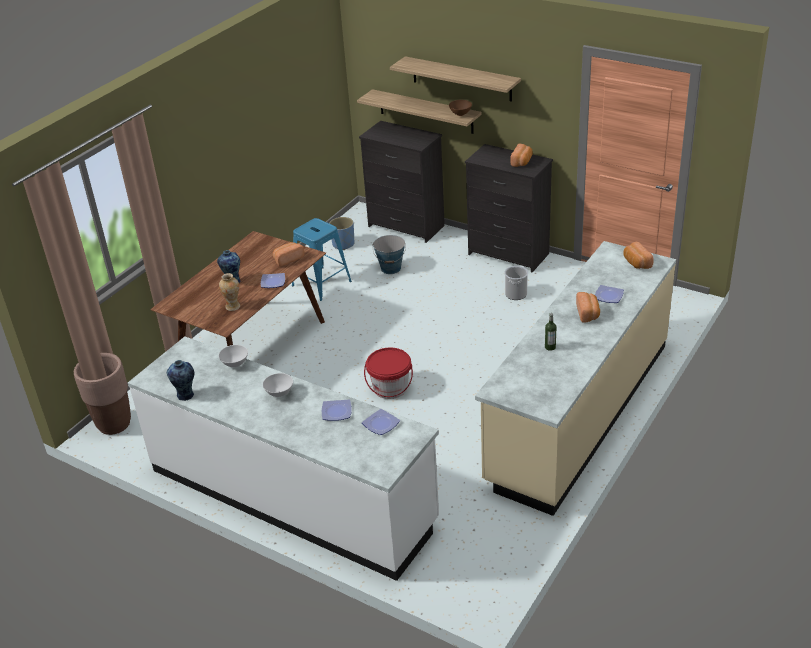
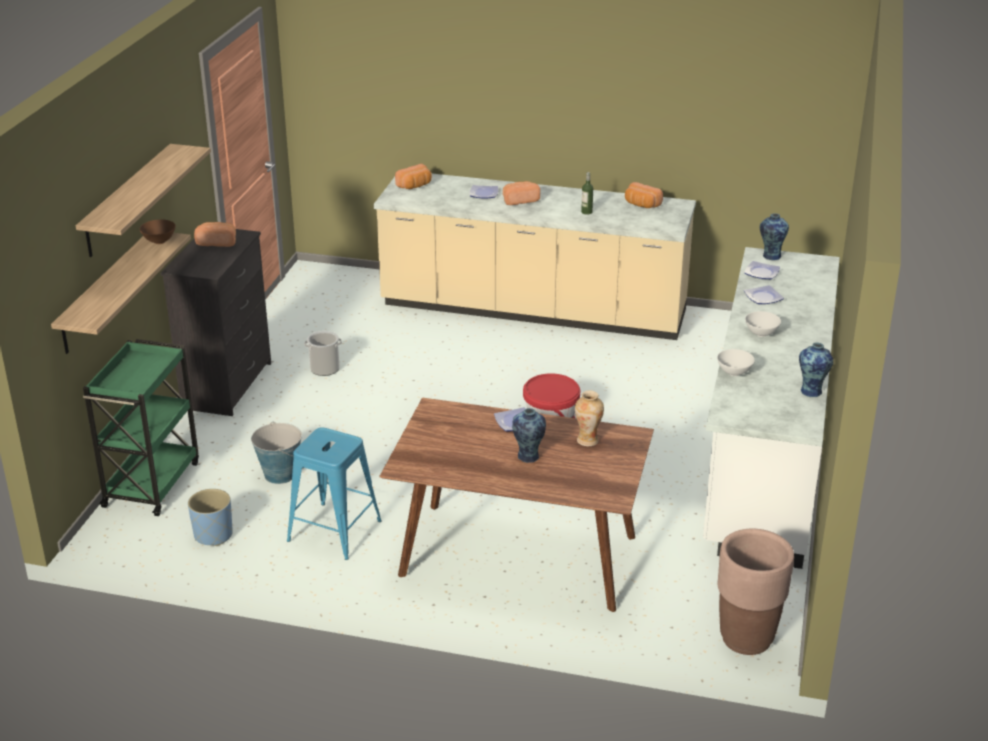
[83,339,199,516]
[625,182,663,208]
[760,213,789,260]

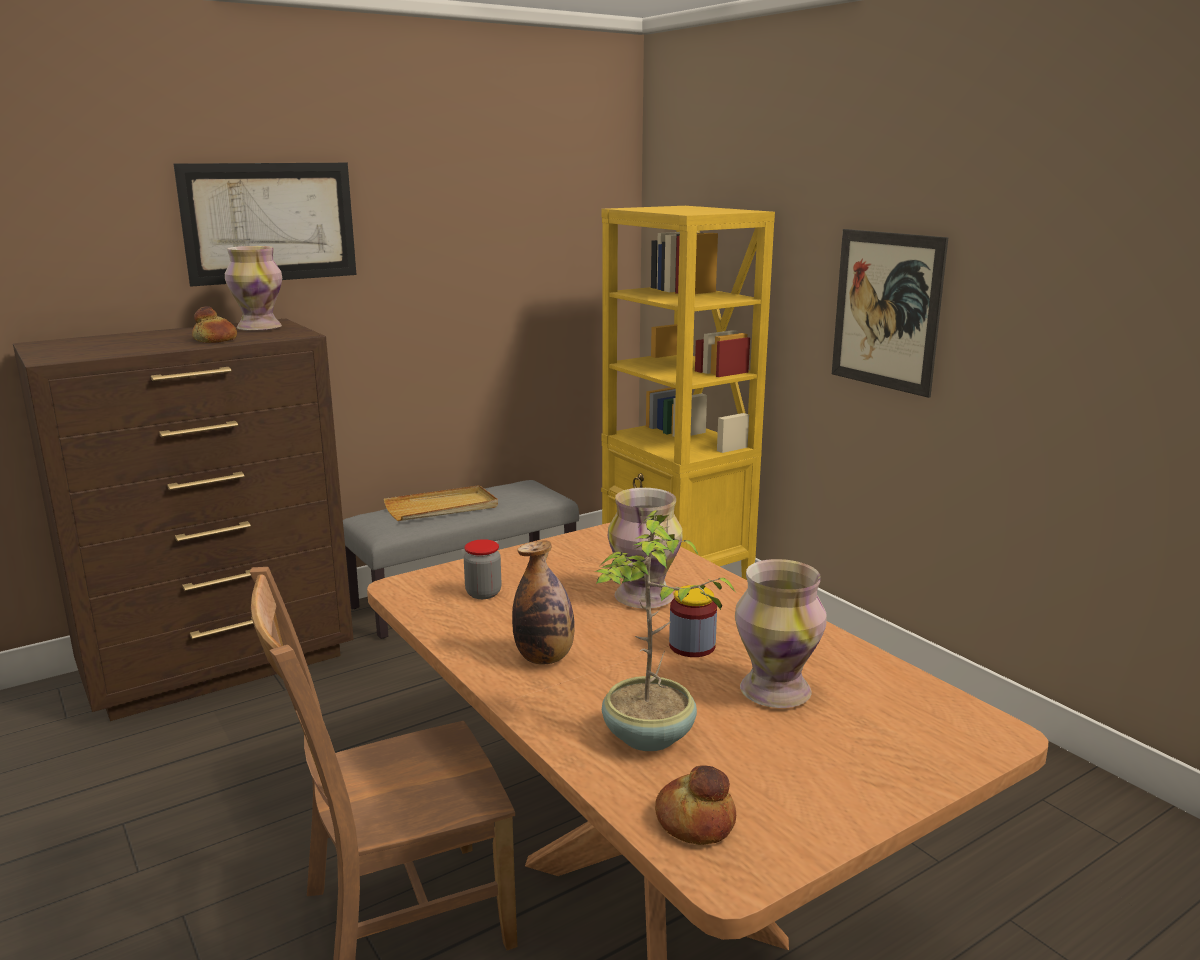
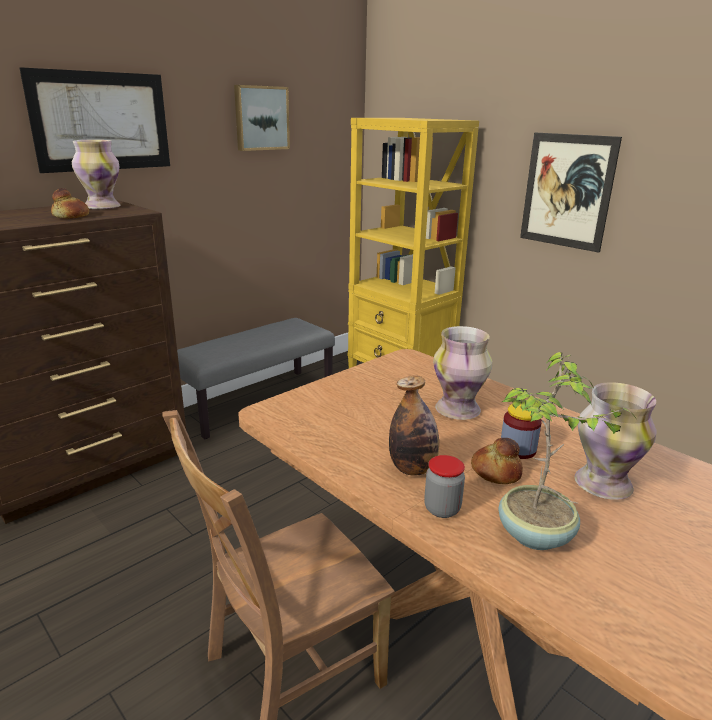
[234,85,290,151]
[424,455,465,518]
[471,438,523,484]
[384,485,498,521] (first image)

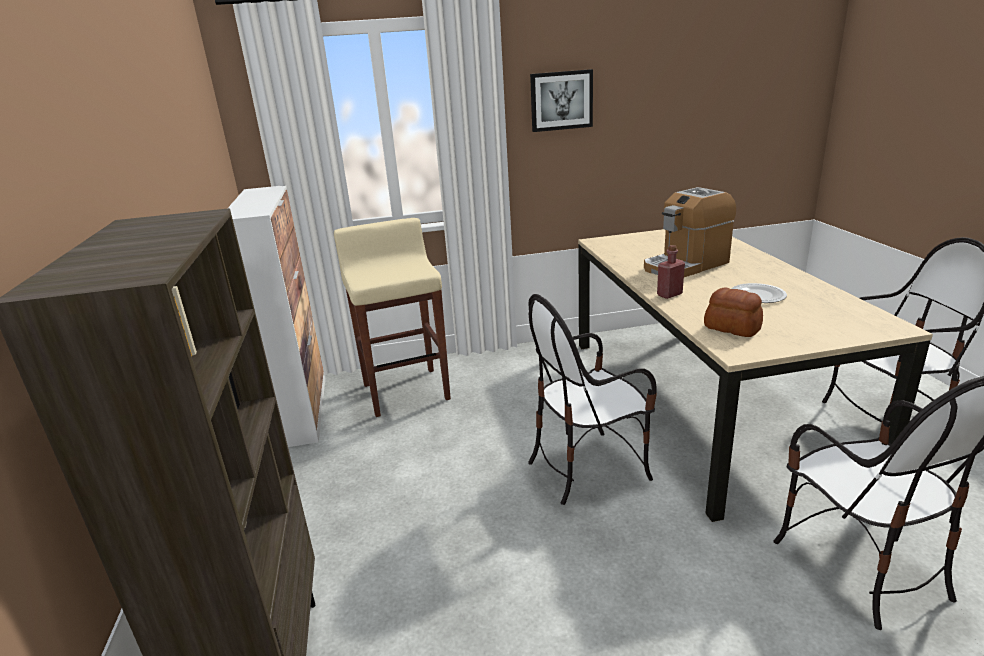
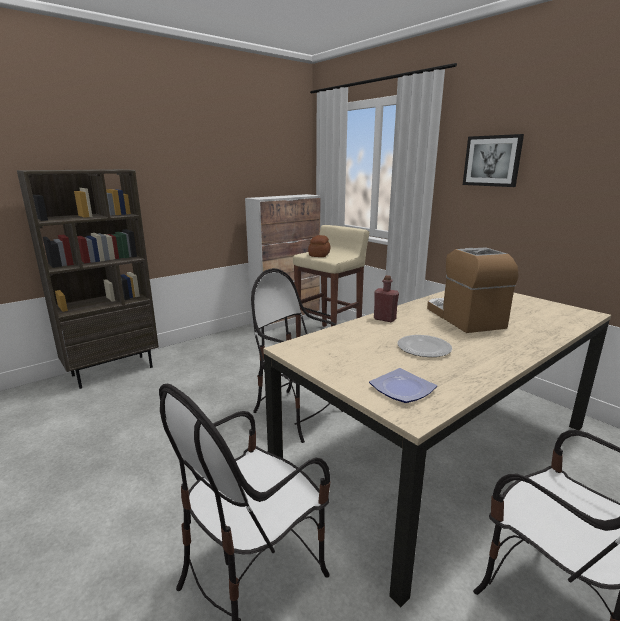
[308,235,330,257]
[369,368,437,403]
[427,247,518,333]

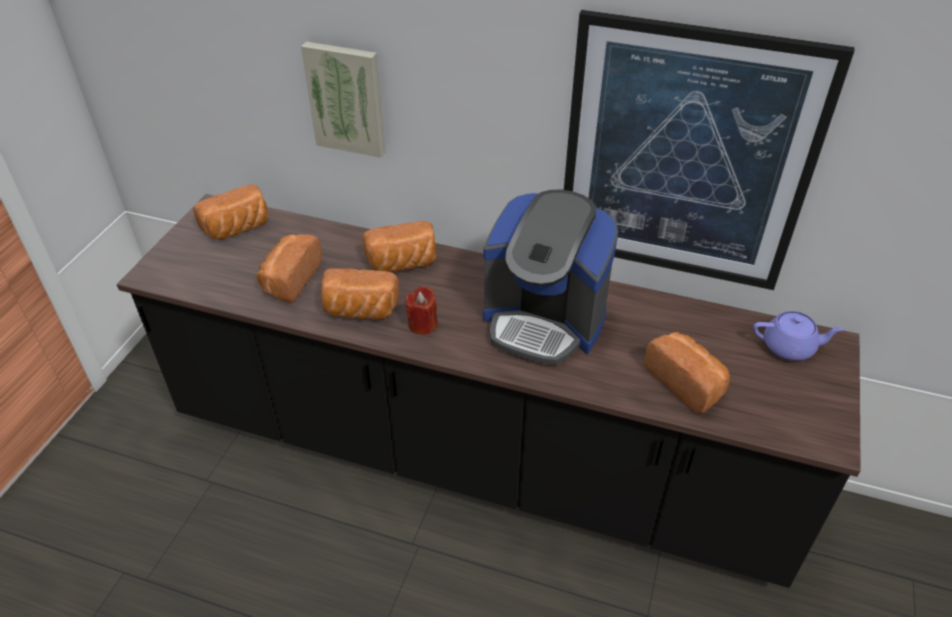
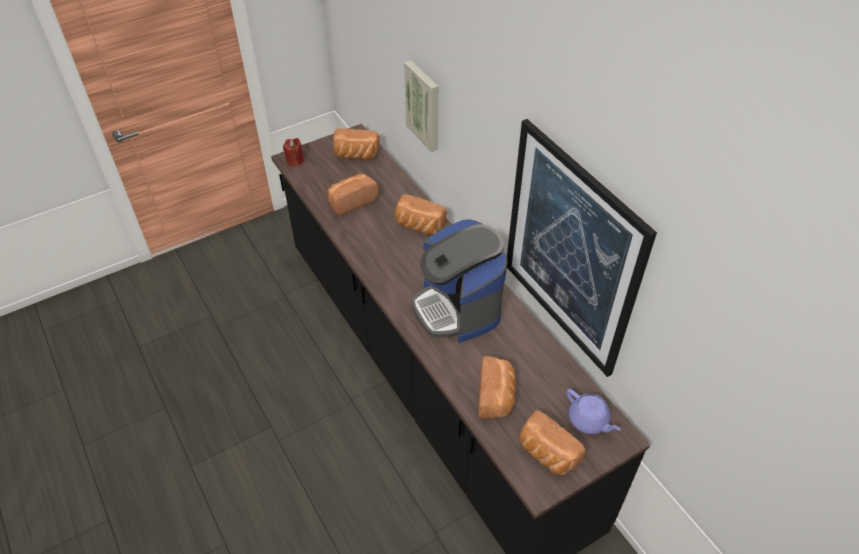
[283,138,304,167]
[519,410,586,475]

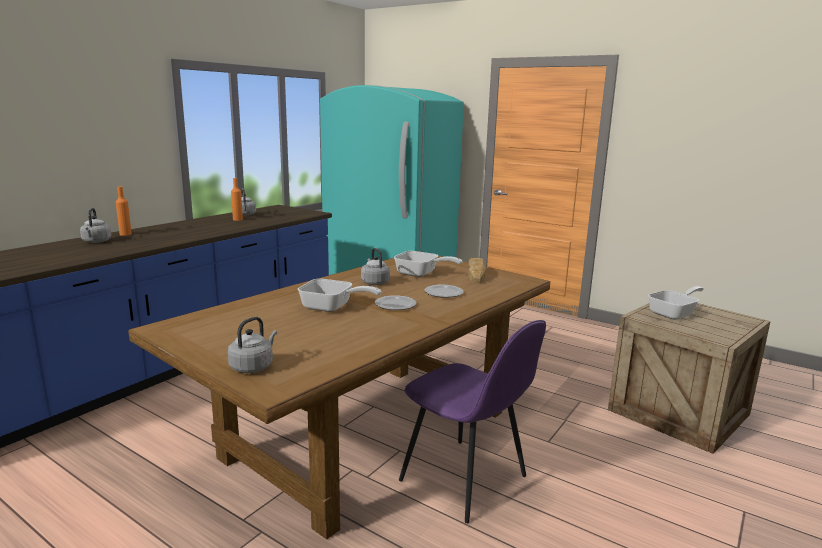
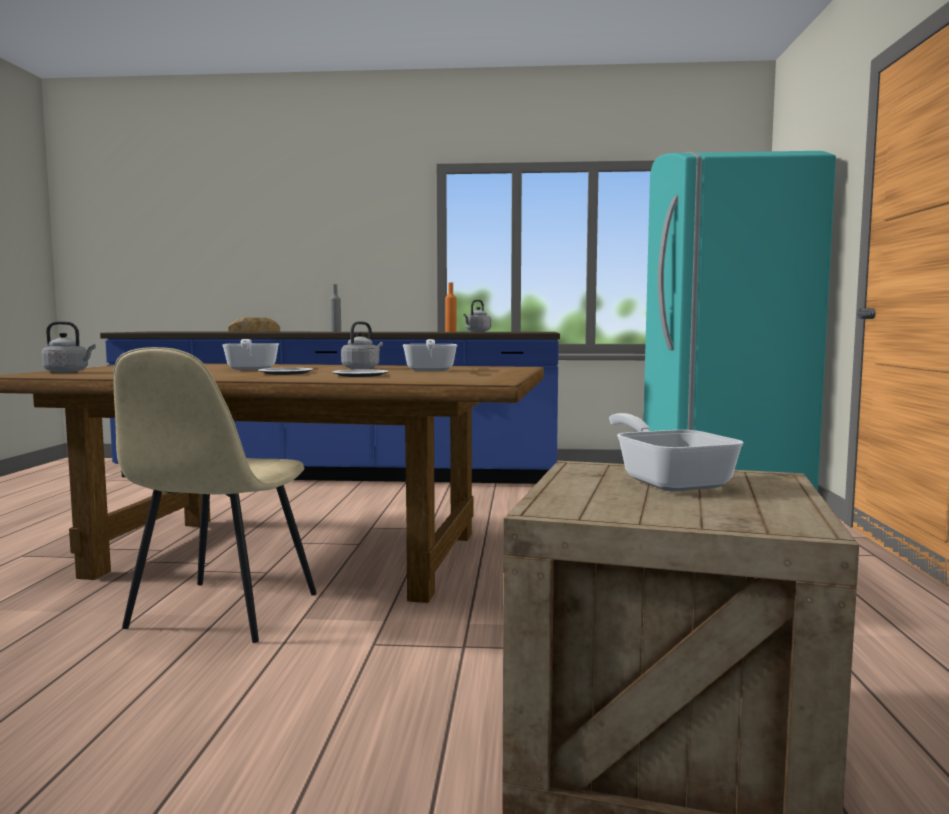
[113,347,317,643]
[228,317,280,332]
[330,284,341,332]
[609,413,744,492]
[80,208,112,243] (first image)

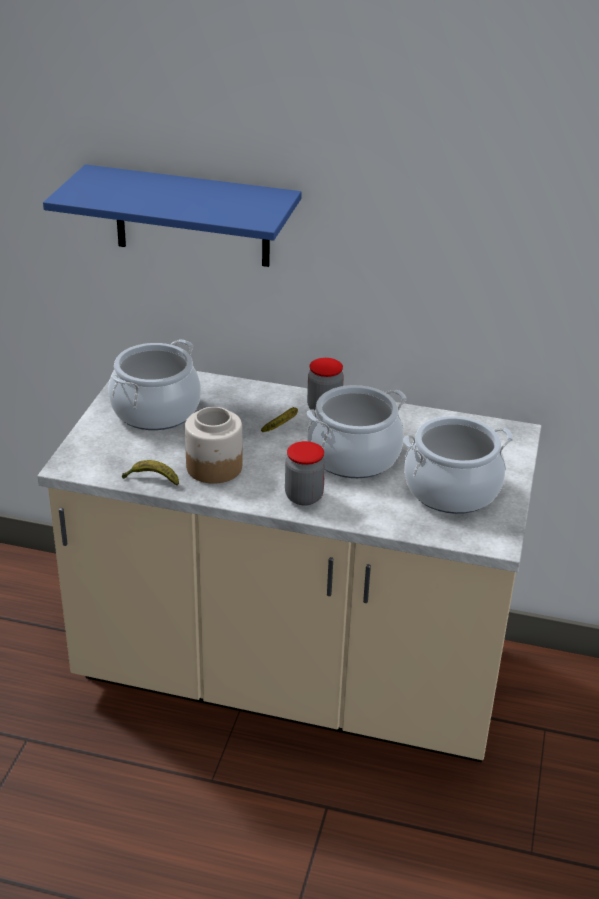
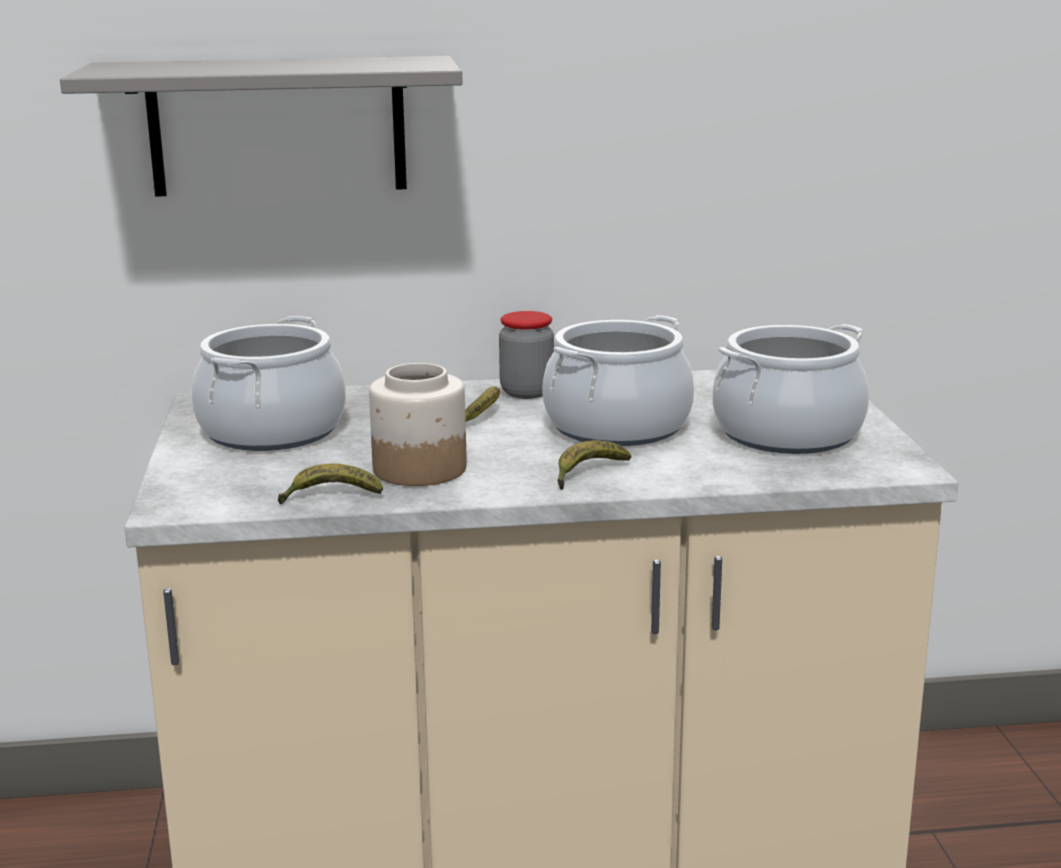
[60,56,462,197]
[557,441,631,490]

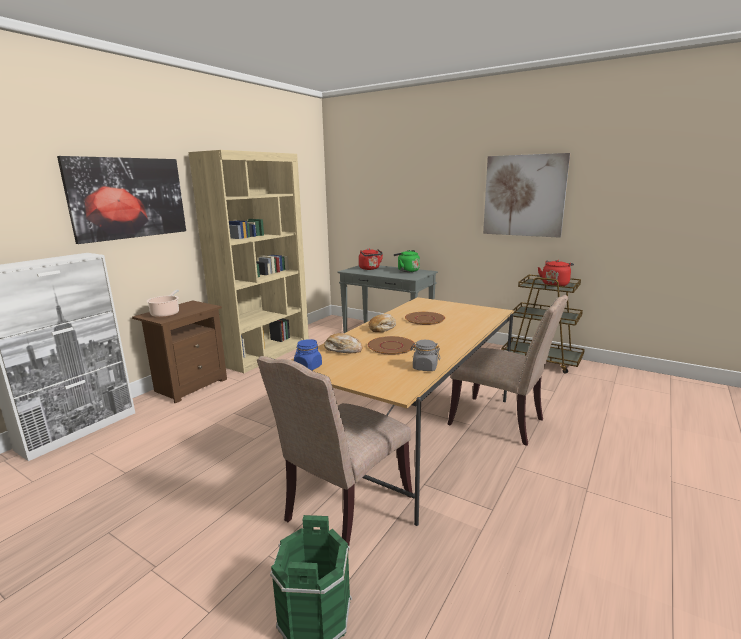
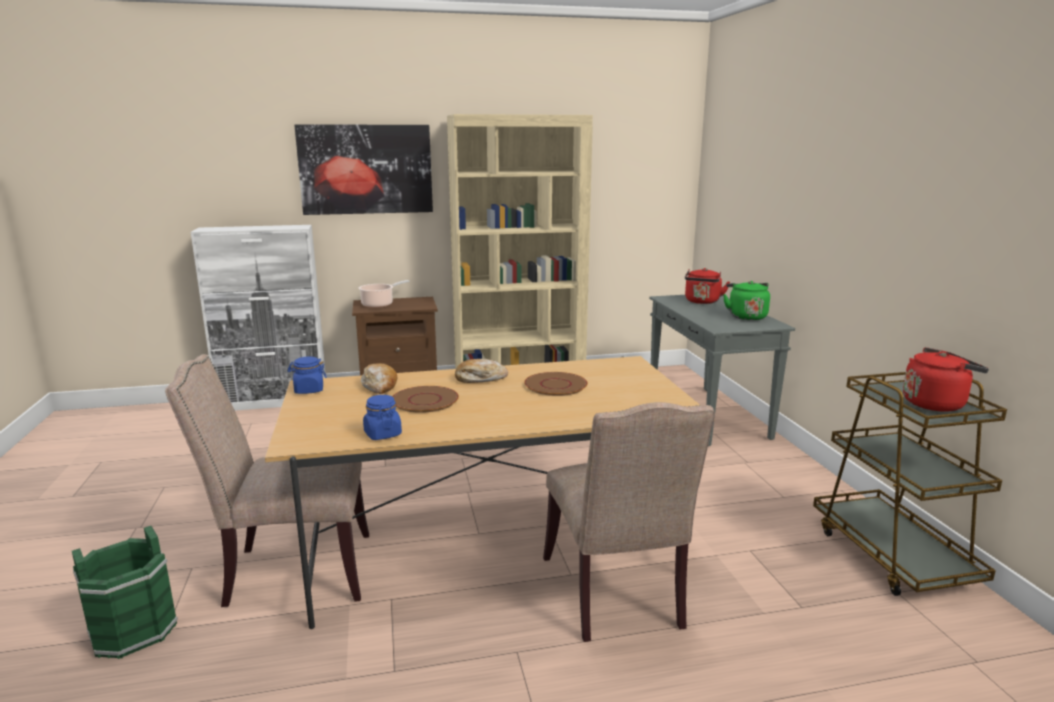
[363,395,402,440]
[483,153,570,238] (first image)

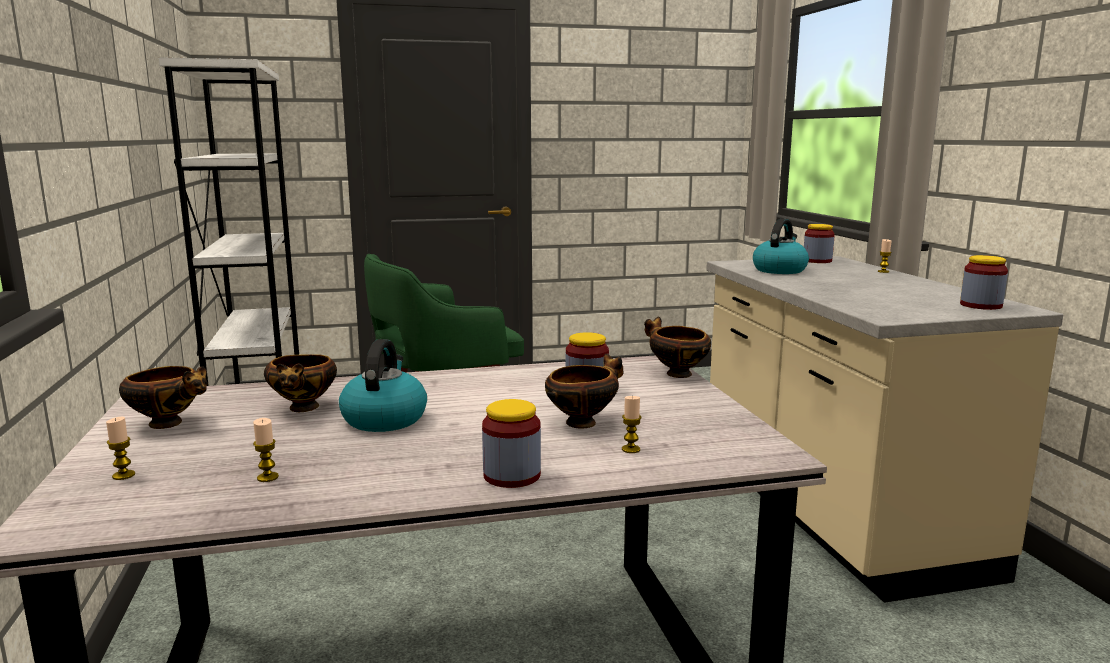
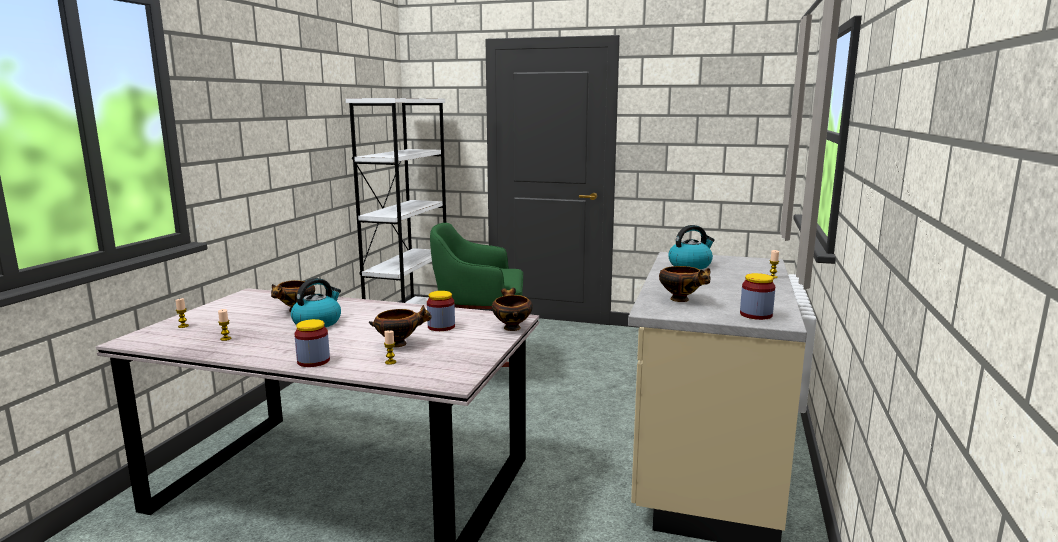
[659,266,711,302]
[804,224,835,263] (first image)

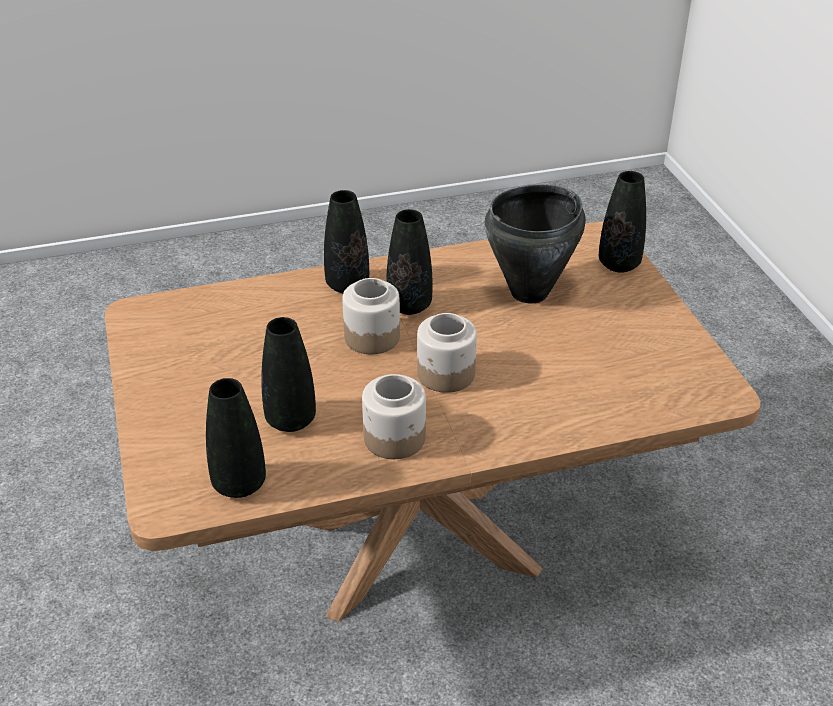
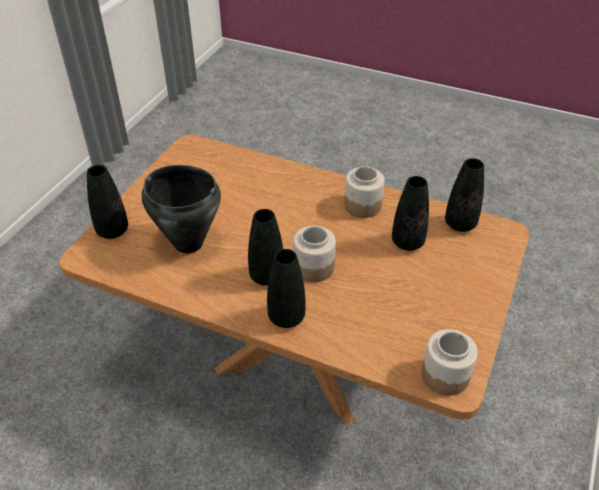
[422,329,478,396]

